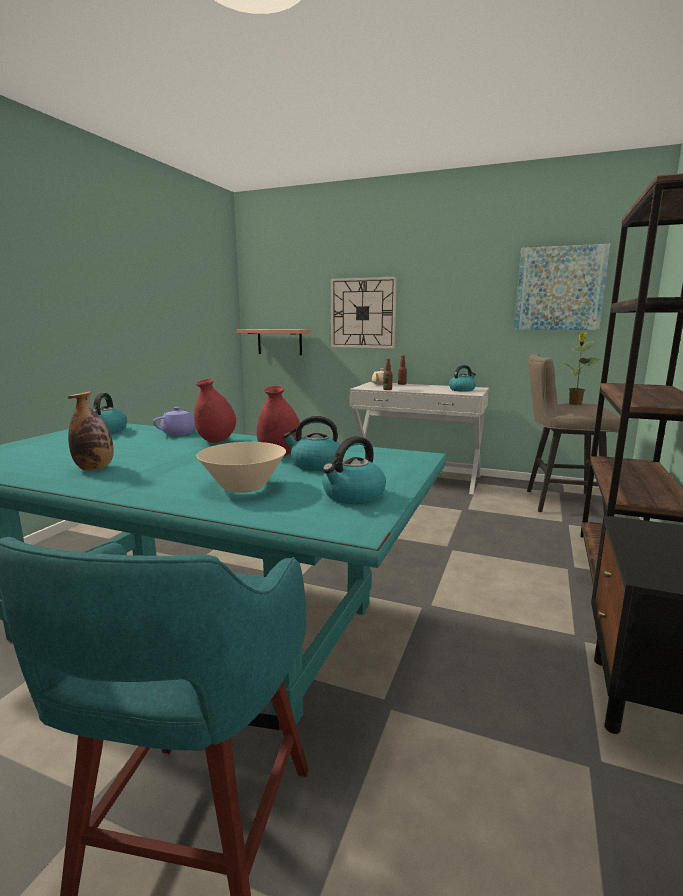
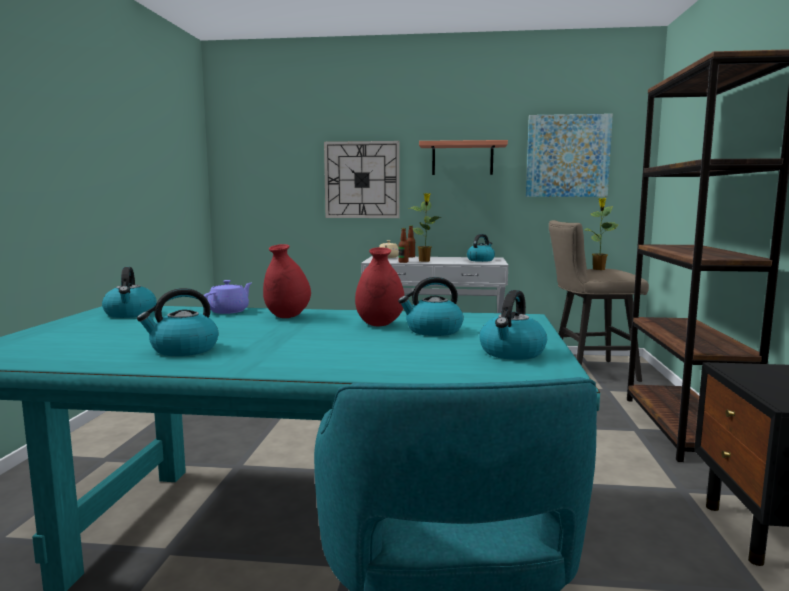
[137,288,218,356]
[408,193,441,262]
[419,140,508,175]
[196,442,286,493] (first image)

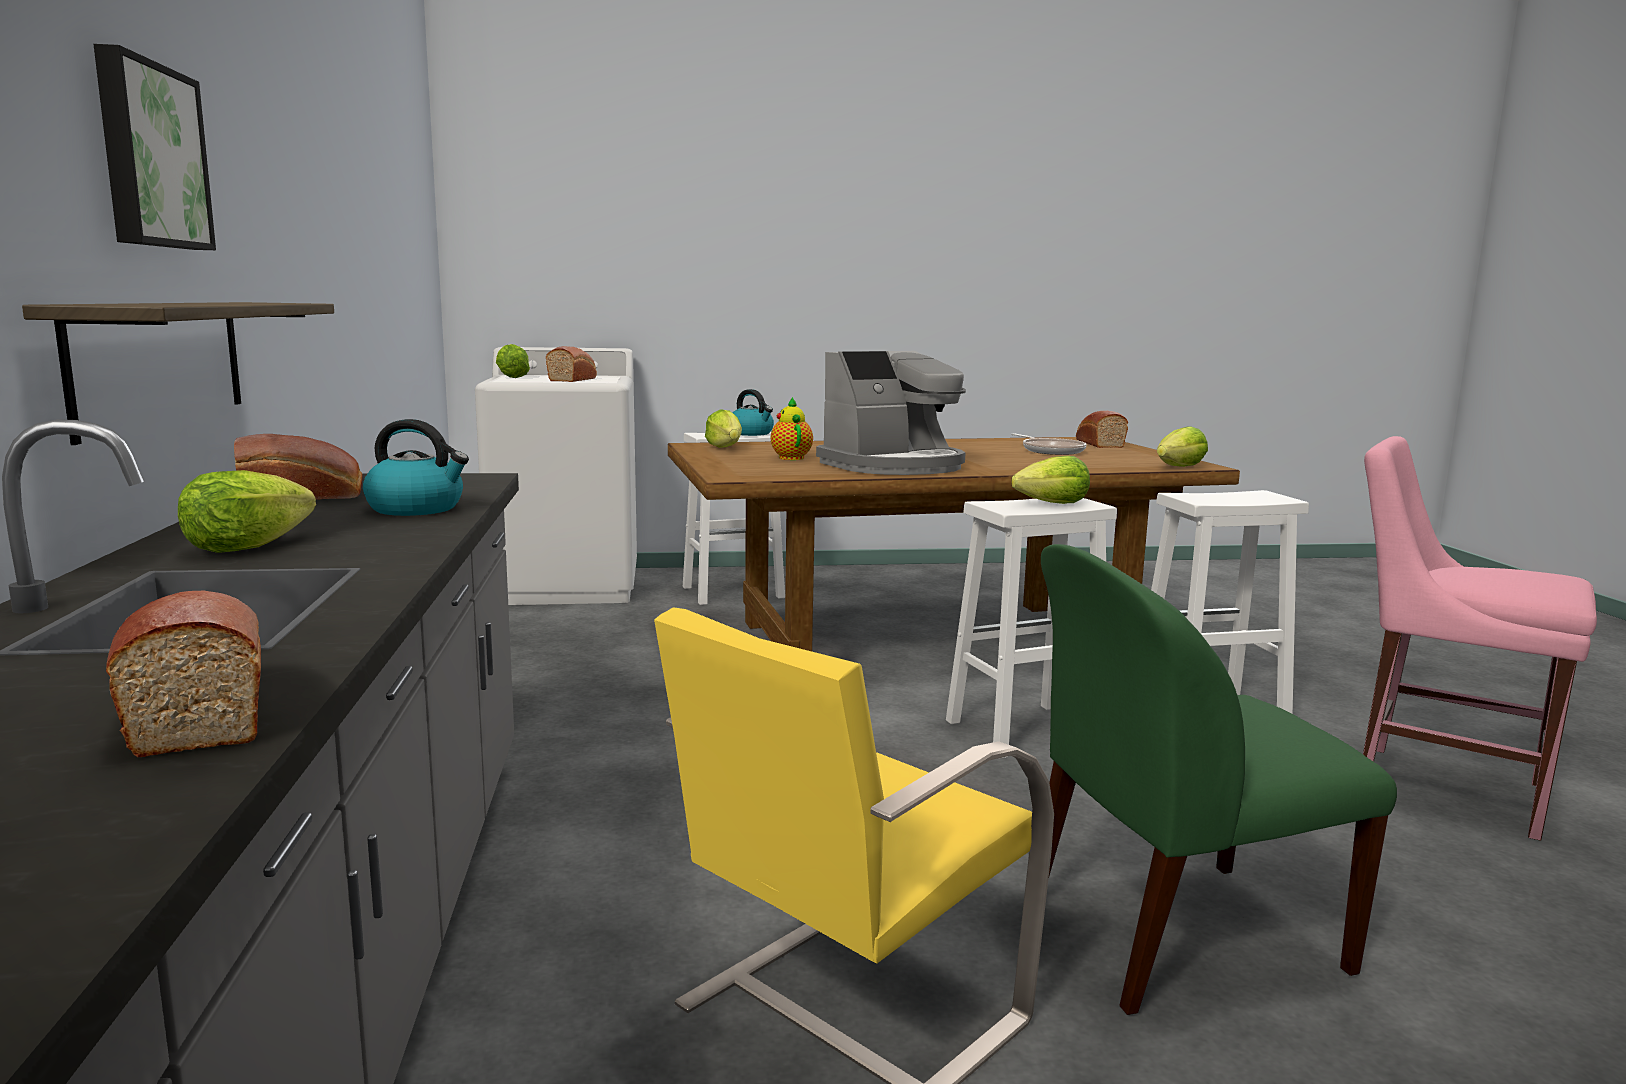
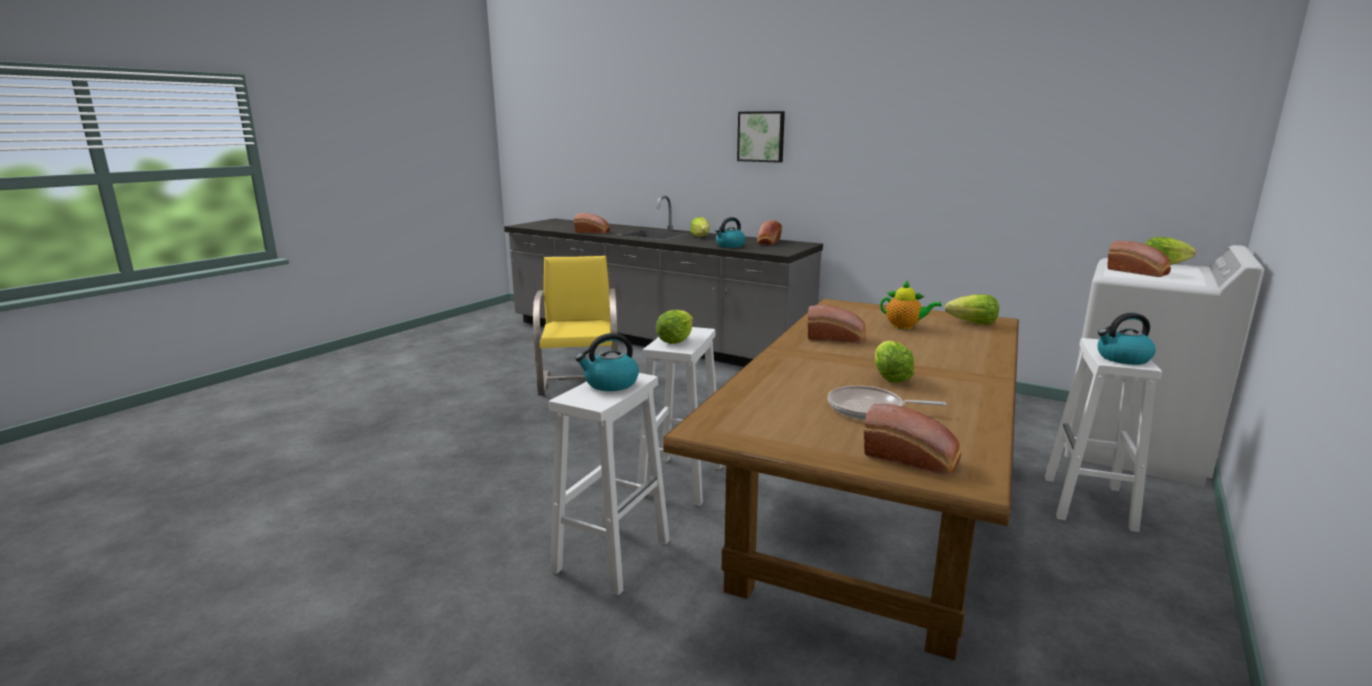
[575,333,639,391]
[808,305,866,343]
[875,341,914,383]
[22,302,334,445] (first image)
[1041,544,1397,1015] (first image)
[1363,436,1597,841] (first image)

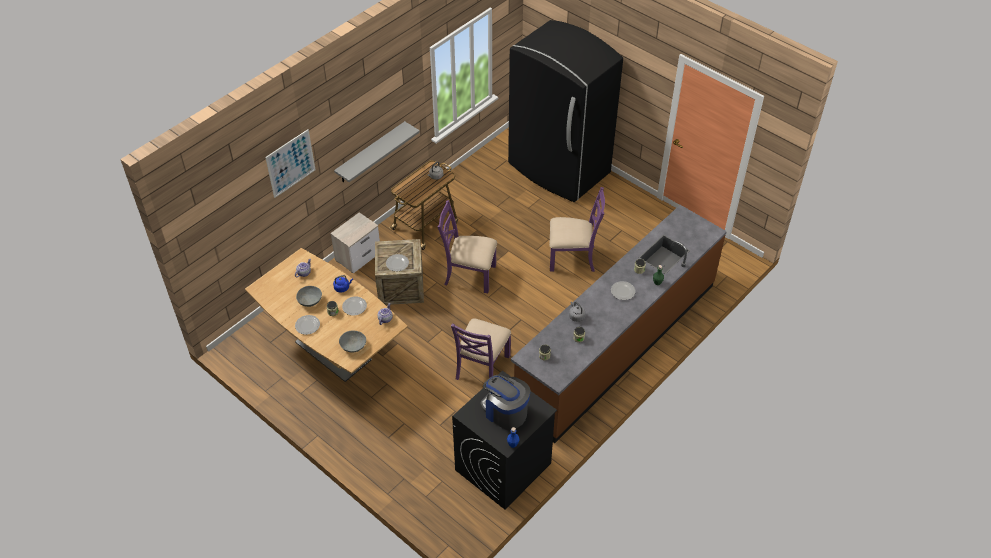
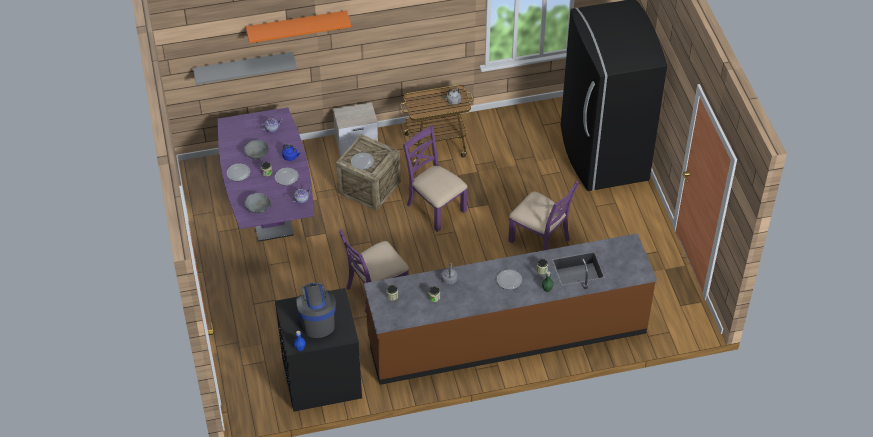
[193,52,297,85]
[218,107,314,242]
[246,11,351,43]

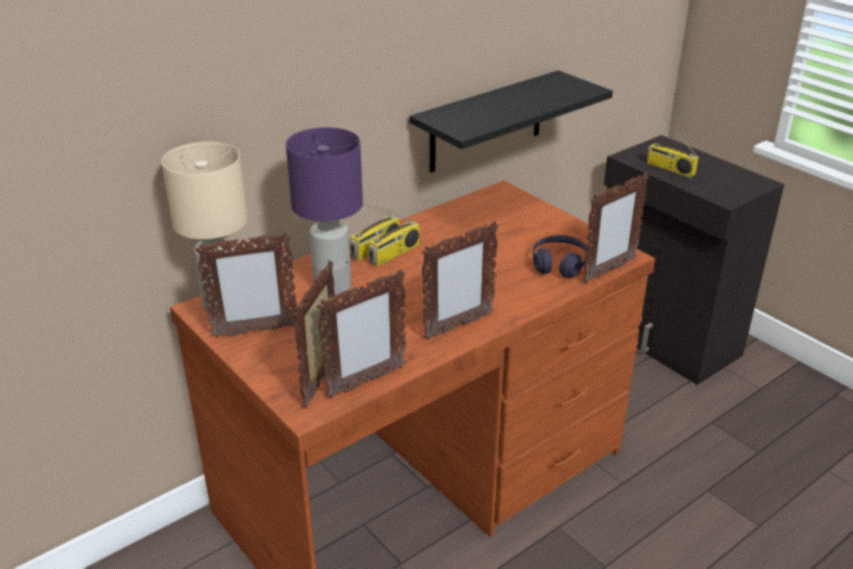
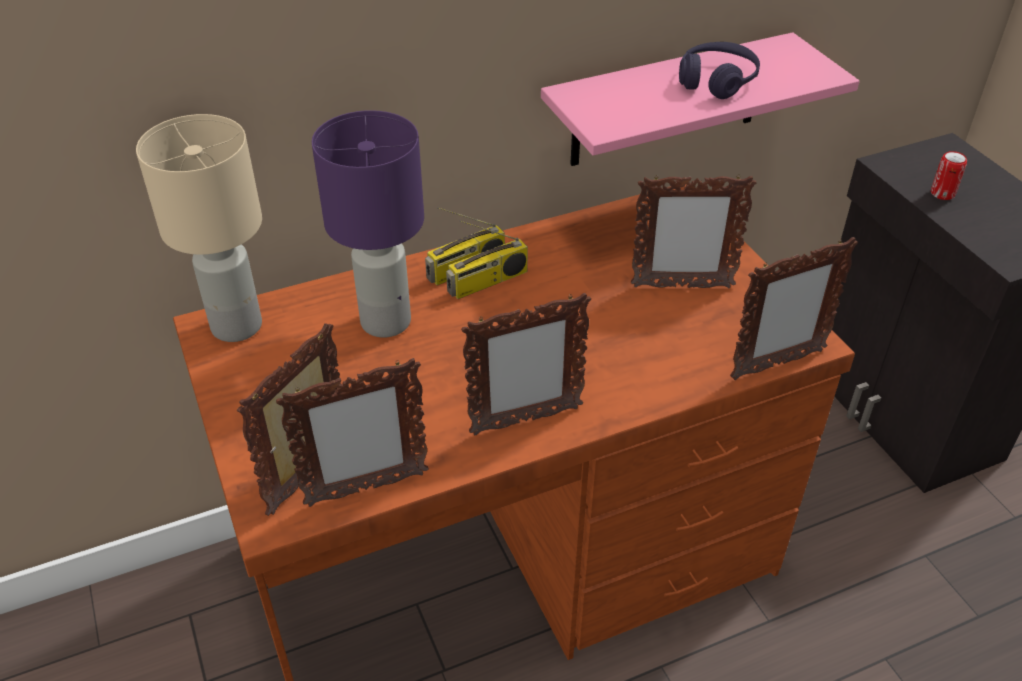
[541,32,860,166]
[631,174,756,288]
[679,42,760,99]
[931,151,967,200]

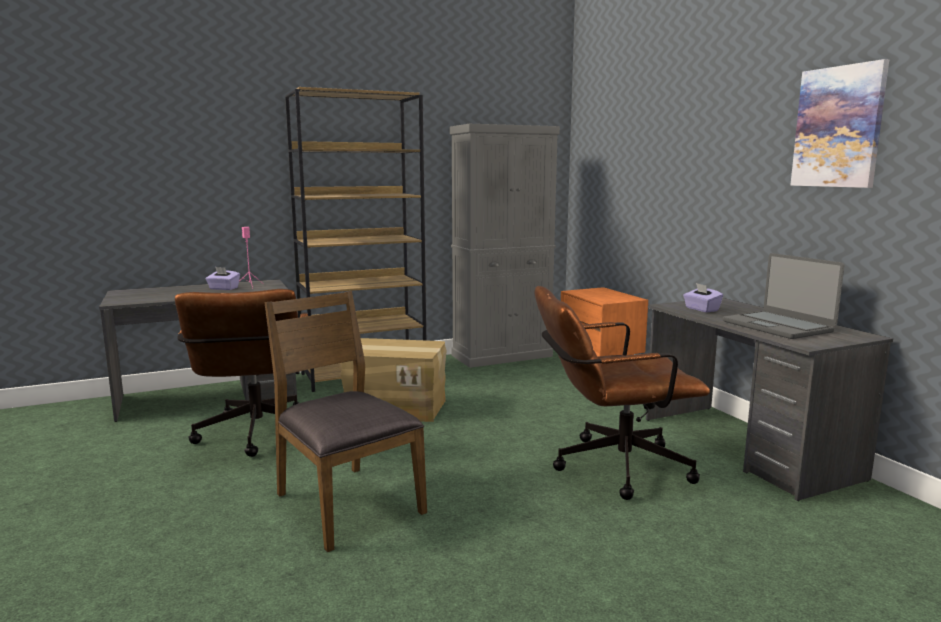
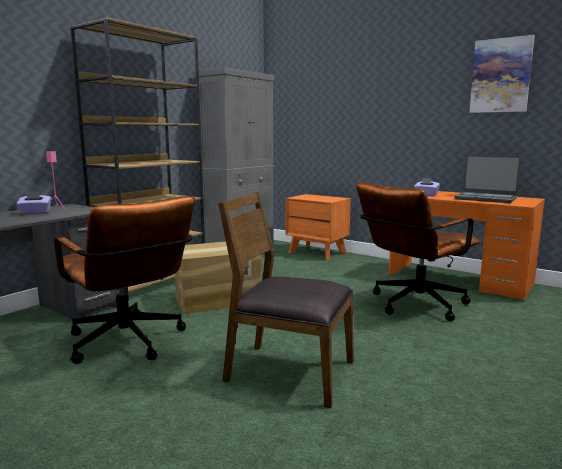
[389,191,545,301]

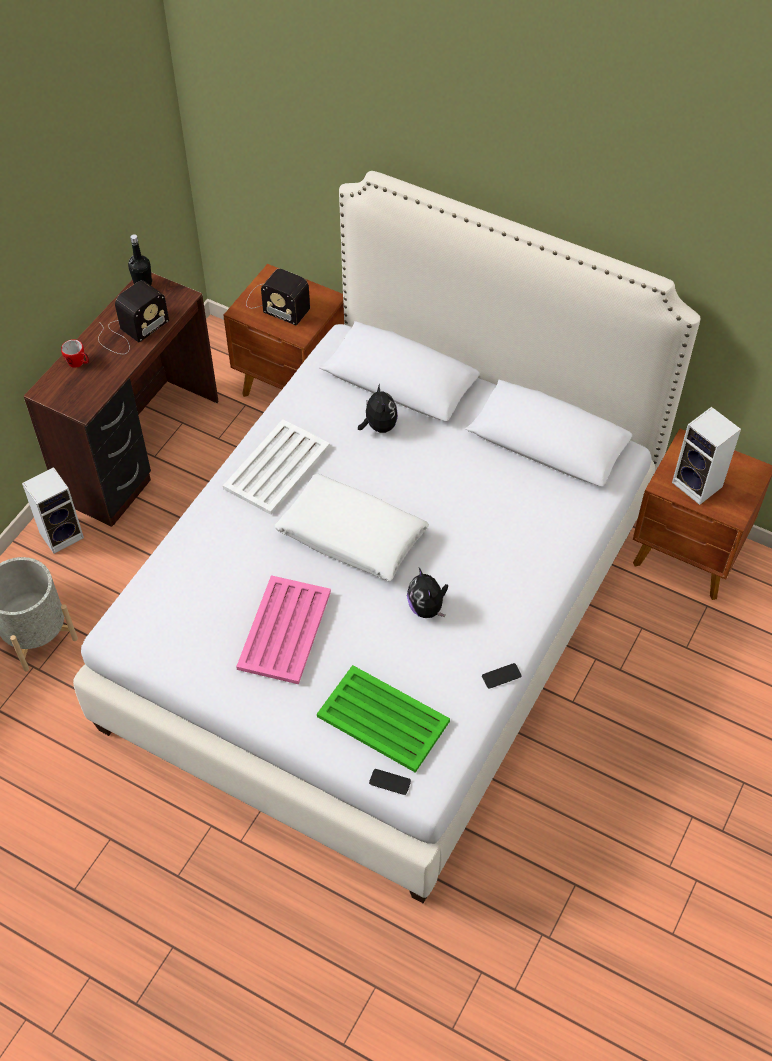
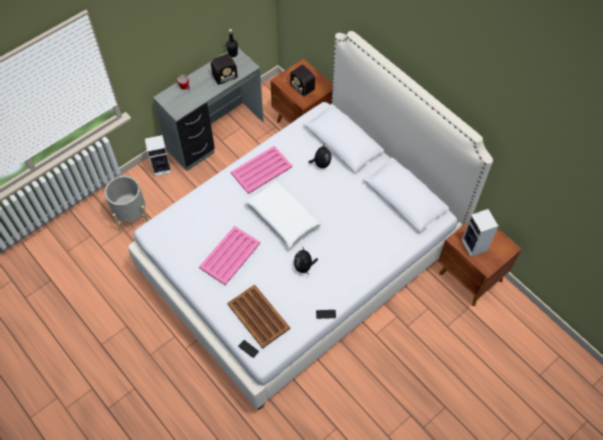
[153,48,264,171]
[227,284,290,349]
[231,146,292,194]

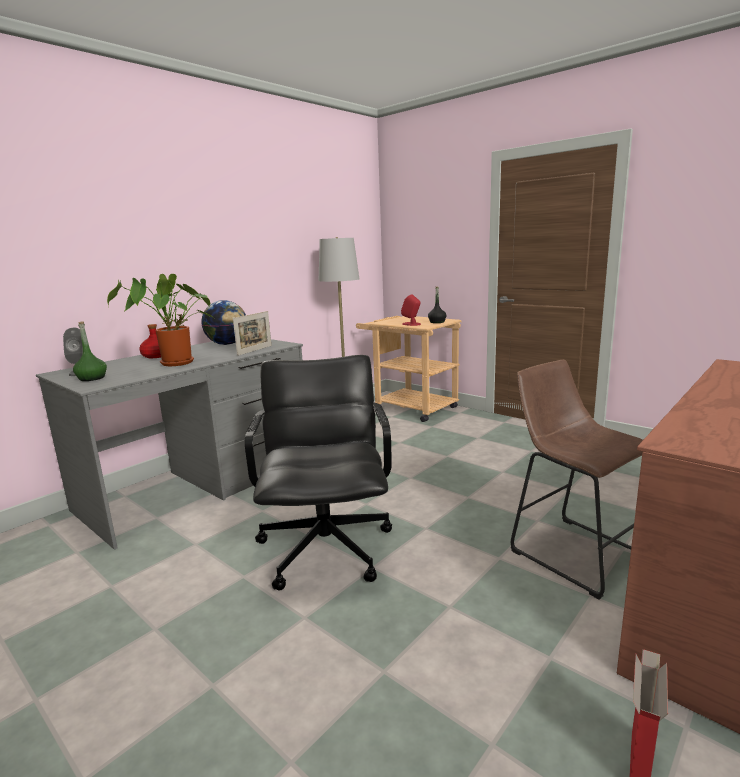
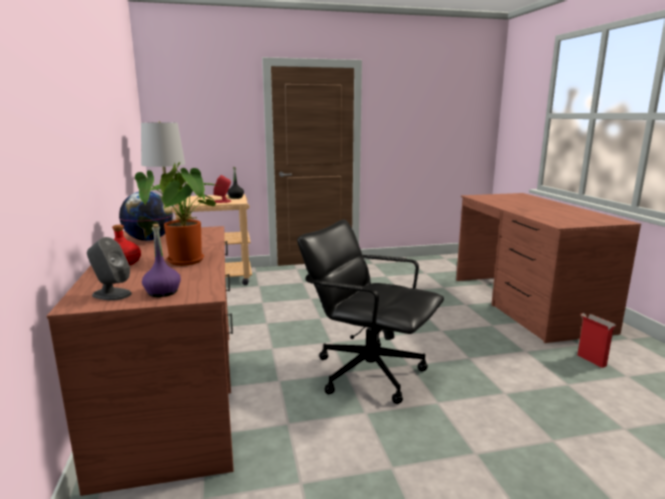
[47,226,234,496]
[142,224,181,297]
[233,311,271,356] (first image)
[510,360,643,600] (first image)

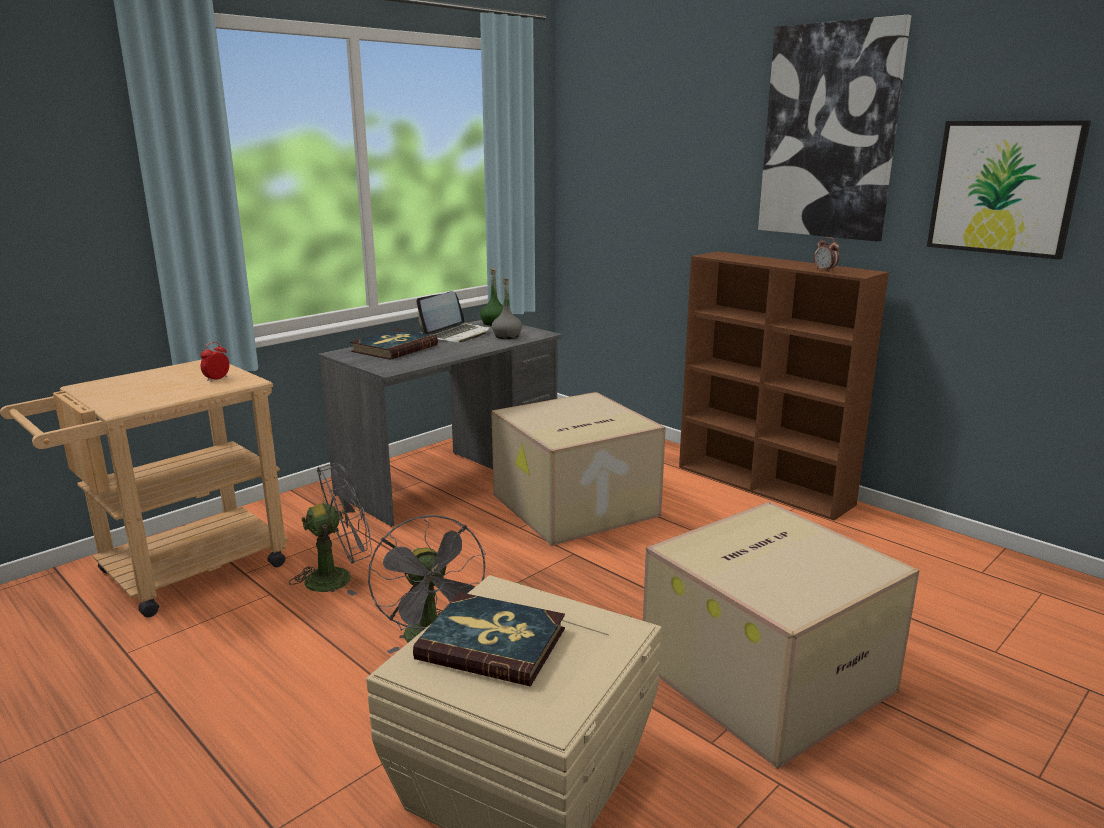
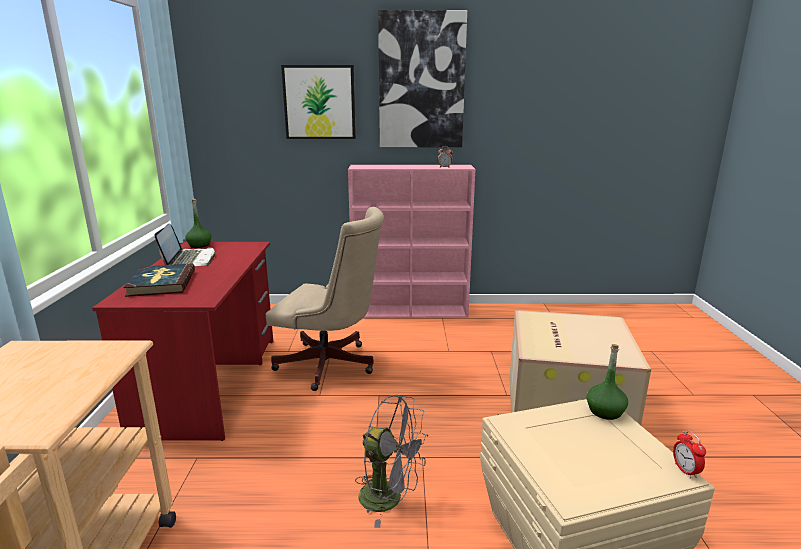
[92,242,273,441]
[266,207,384,391]
[281,65,356,139]
[348,165,475,318]
[586,344,628,420]
[673,431,706,479]
[289,463,372,596] (first image)
[413,592,565,686] (first image)
[492,279,522,339] (first image)

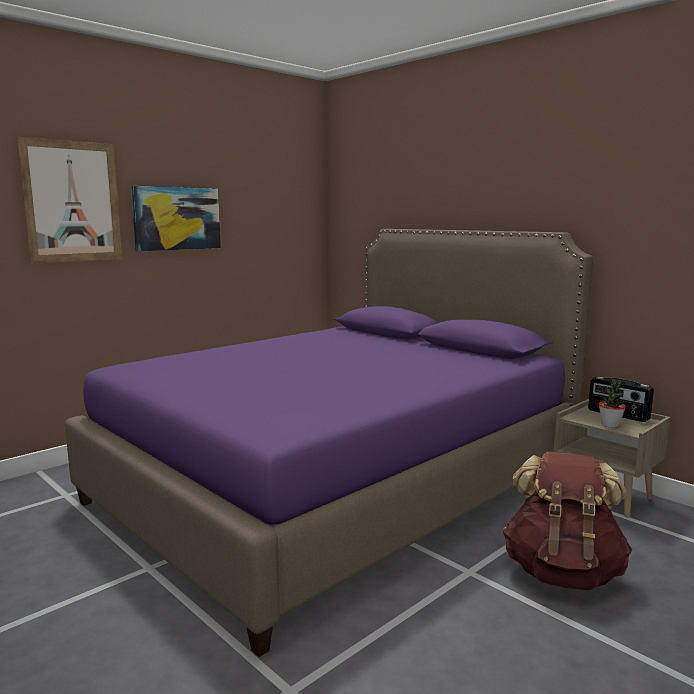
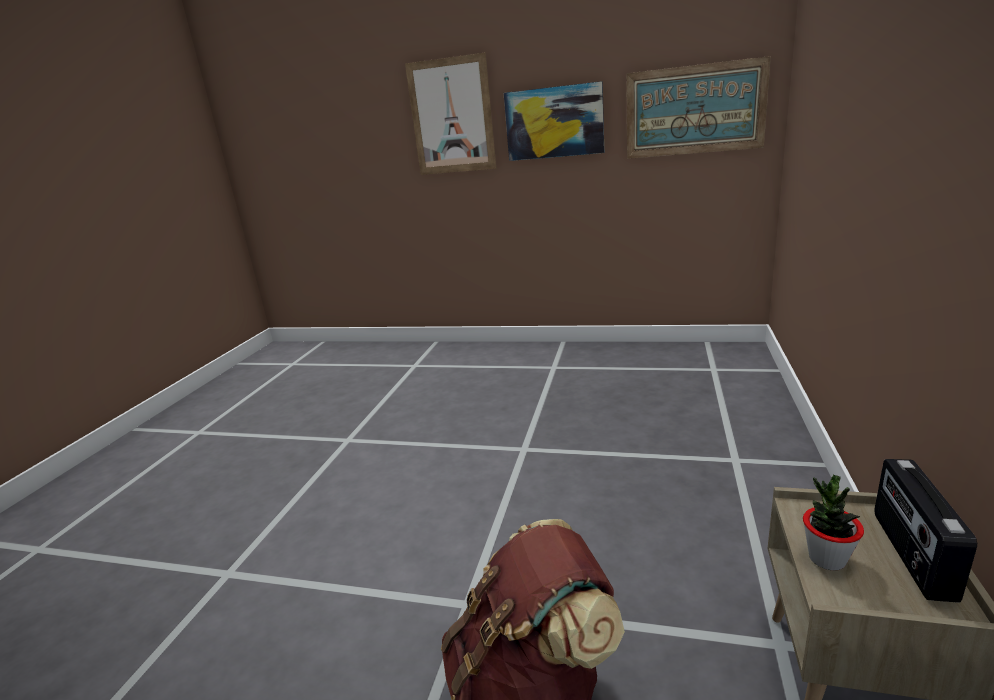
[626,56,771,159]
[65,229,593,657] (first image)

